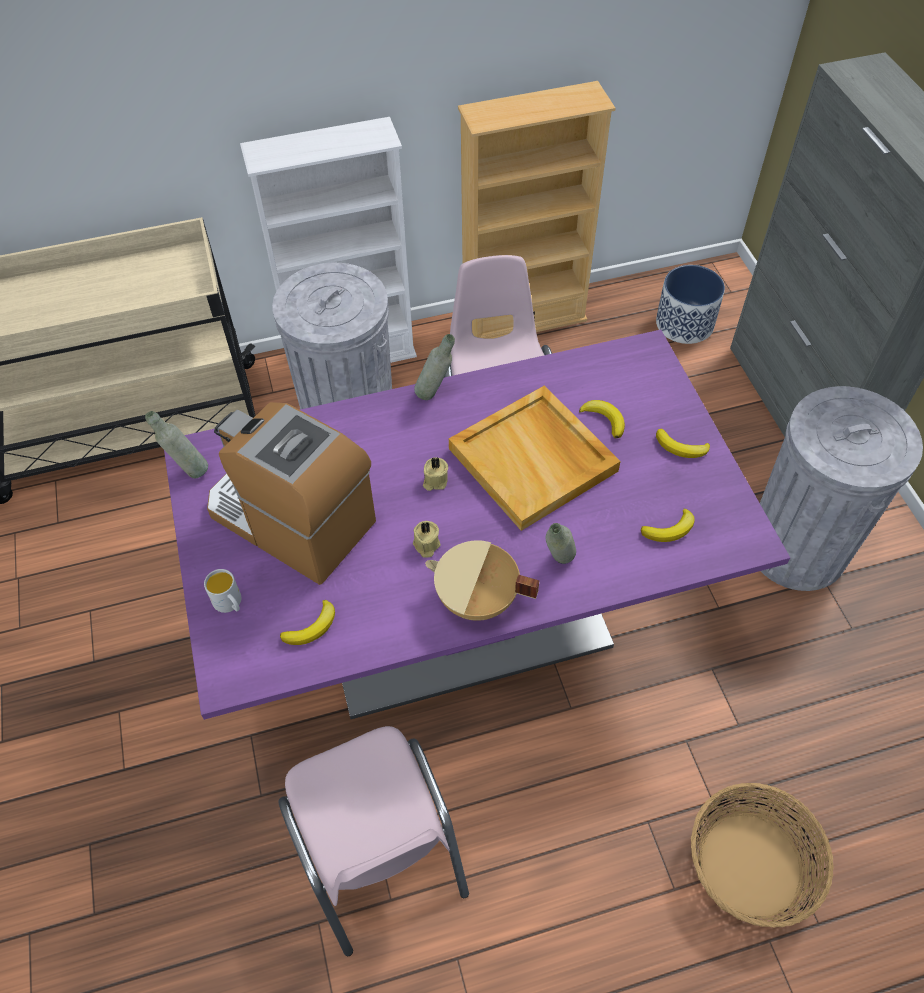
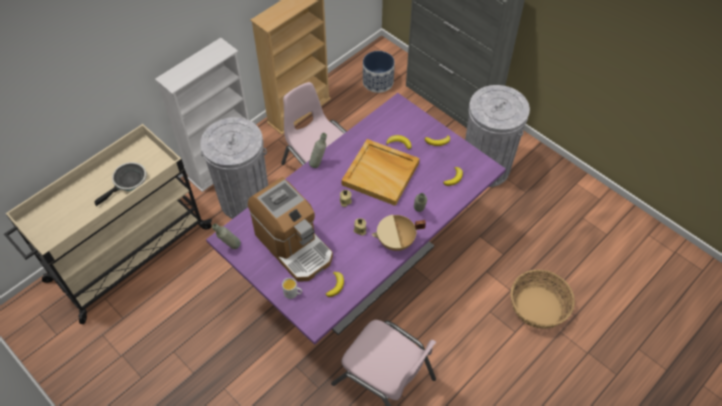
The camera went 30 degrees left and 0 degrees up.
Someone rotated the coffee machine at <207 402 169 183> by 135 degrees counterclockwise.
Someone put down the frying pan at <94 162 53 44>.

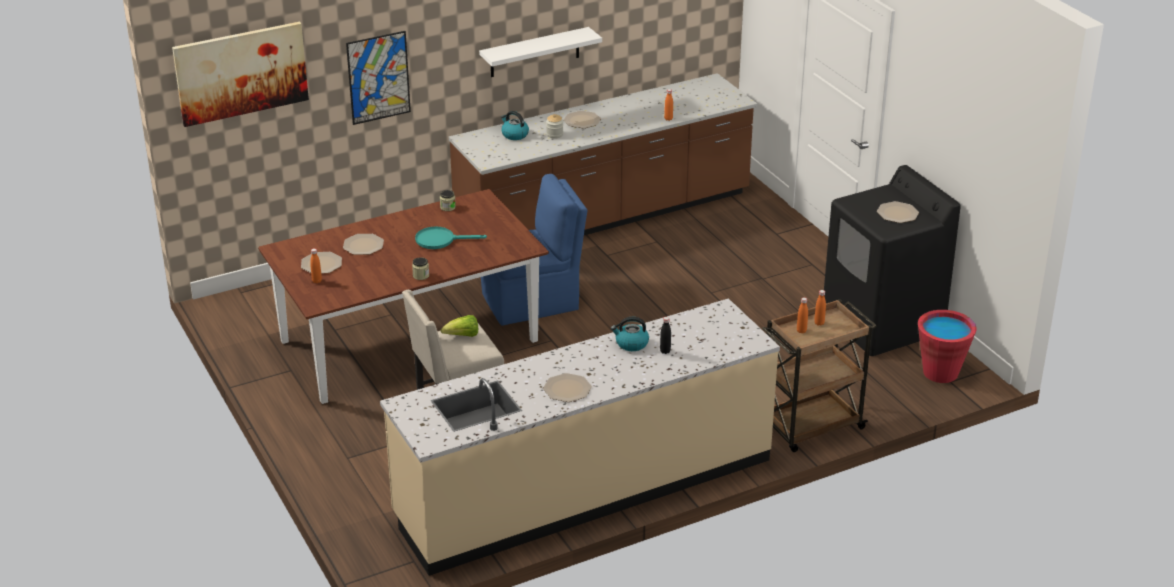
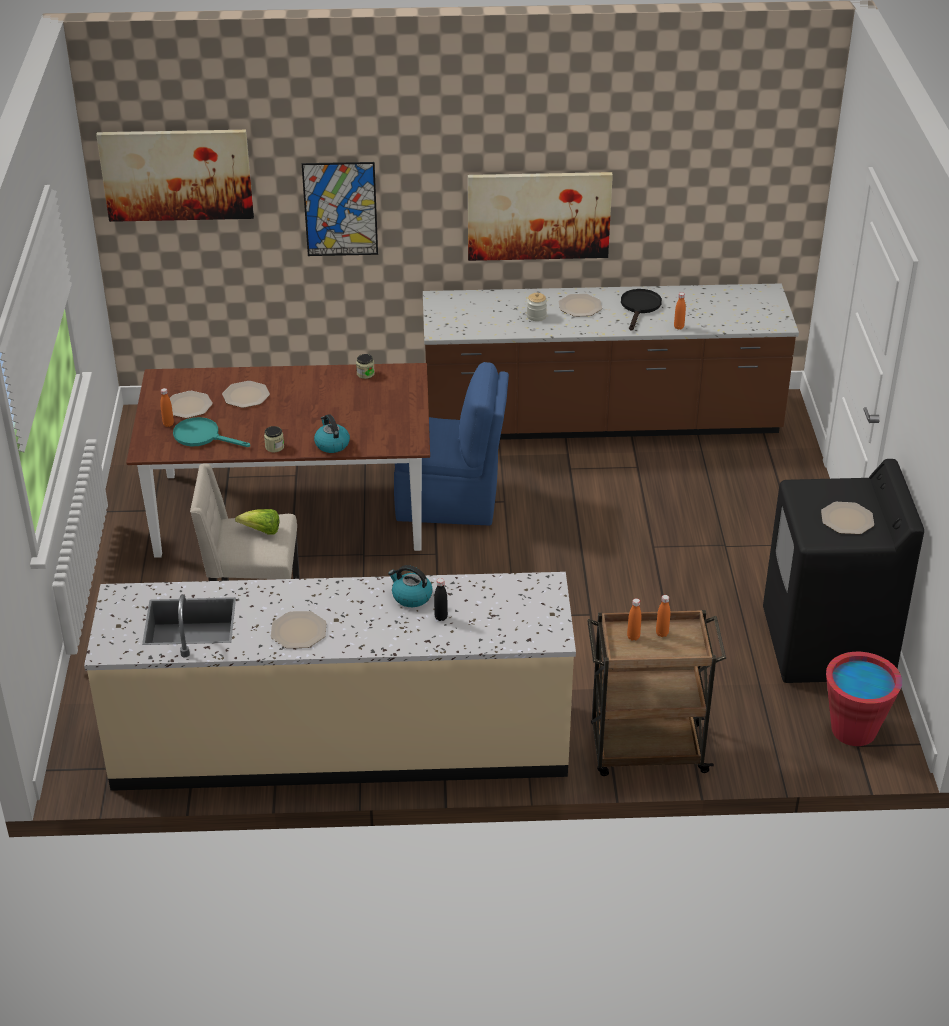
The camera went 25 degrees right and 5 degrees up.
Someone carried the turquoise frying pan from <415 226 72 23> to <173 417 77 30>.
Someone swapped the white shelf at <479 27 123 50> for the picture at <468 172 145 89>.
Someone carried the kettle from <501 111 28 29> to <314 414 36 39>.
Someone put down the black frying pan at <621 289 41 42>.

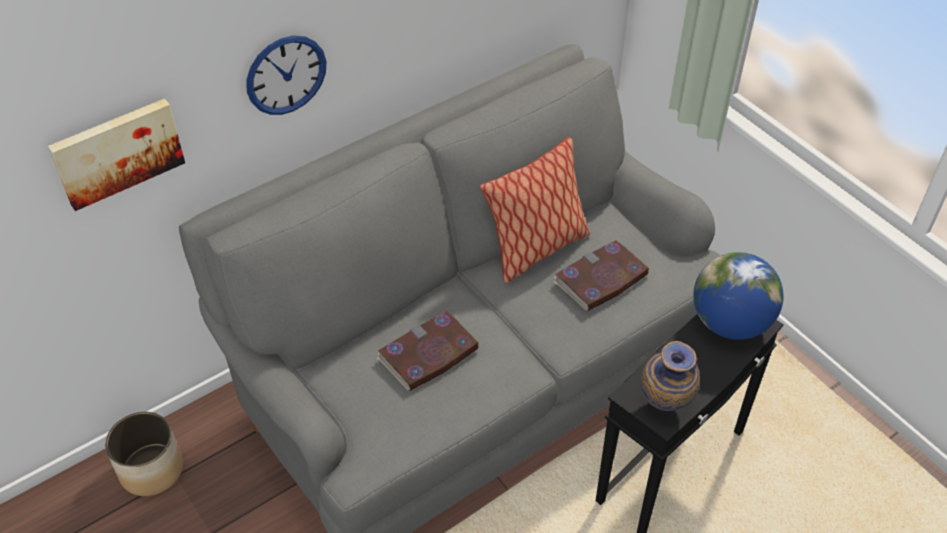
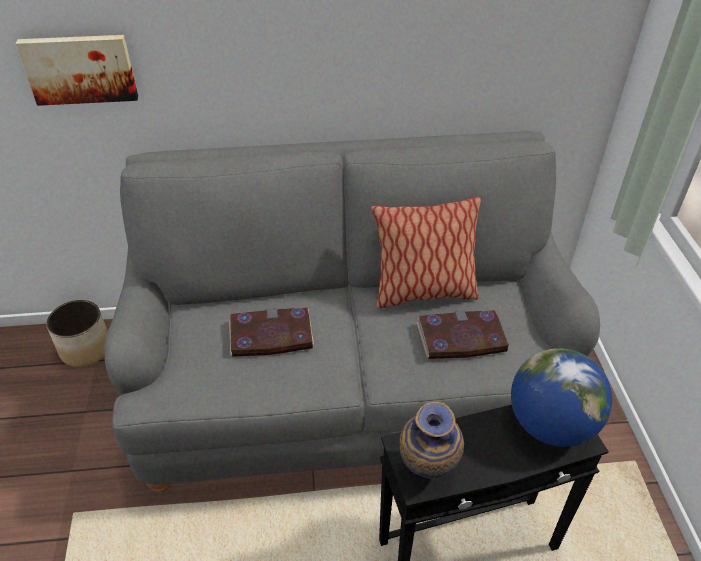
The camera went 30 degrees right and 5 degrees down.
Someone took away the wall clock at <246 36 80 79>.

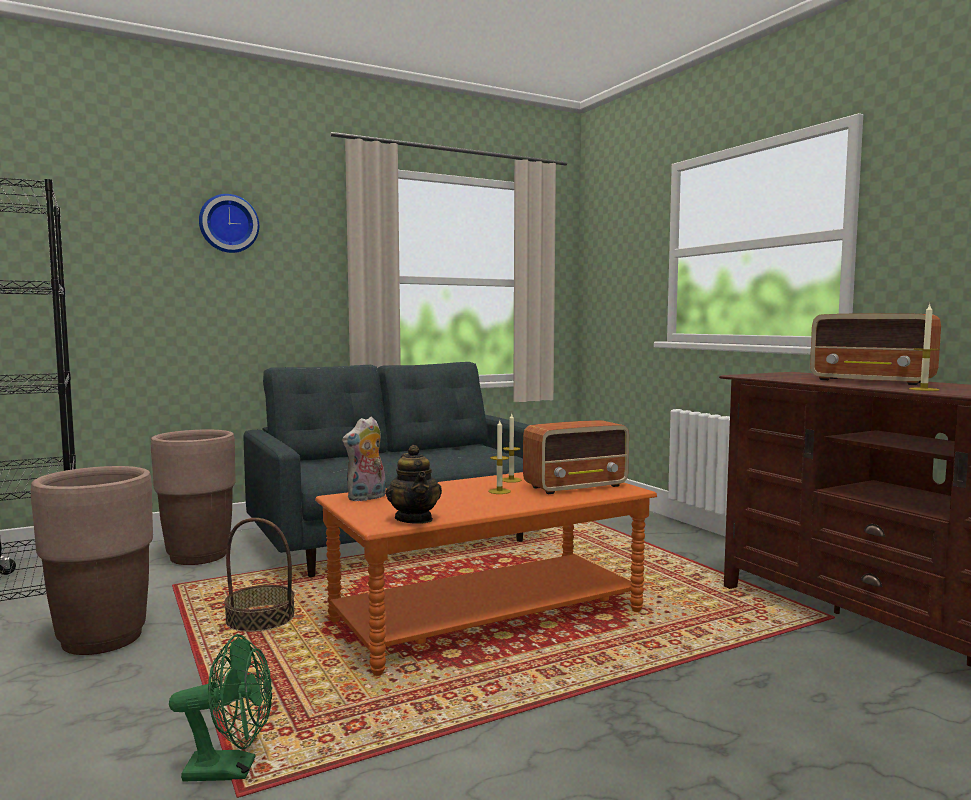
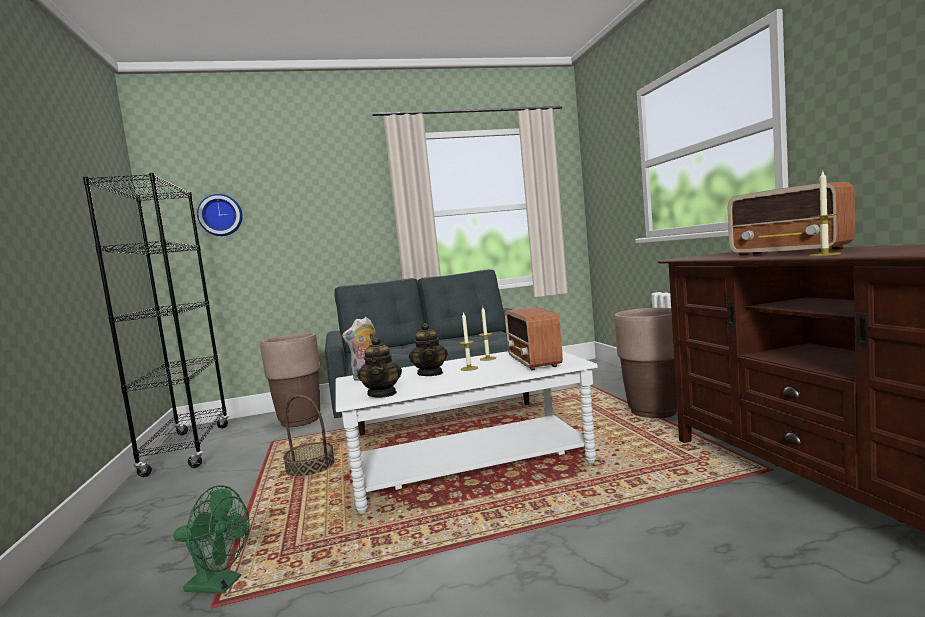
The camera went 15 degrees right and 0 degrees up.
Someone carried the brown planter from <31 466 122 189> to <614 308 63 110>.
Someone carried the wall clock from <199 194 60 59> to <197 194 46 42>.
Someone repainted the orange coffee table at <315 472 342 204>, which became the white coffee table at <335 351 263 163>.
Someone rotated the radio at <523 420 106 74> by 90 degrees clockwise.
Someone put down the teapot at <409 323 39 53>.

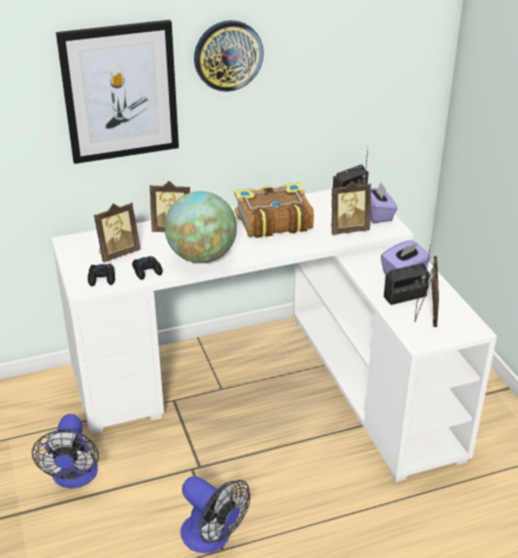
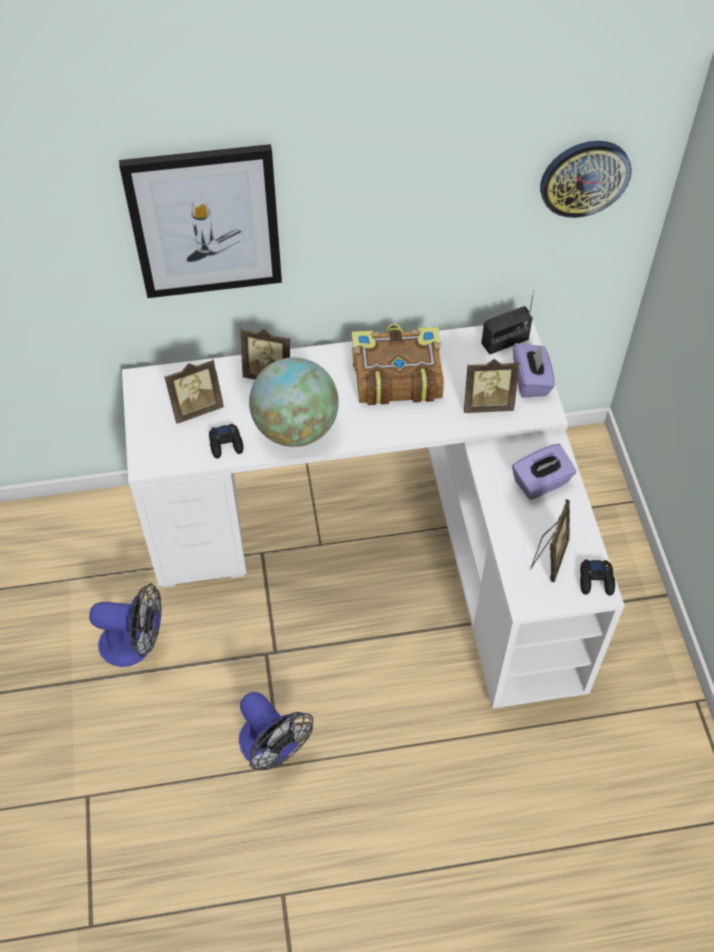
The camera went 10 degrees right and 20 degrees up.
Someone rotated the fan at <32 414 67 75> by 90 degrees counterclockwise.
Someone carried the black game controller from <88 264 27 22> to <580 560 35 36>.
Someone carried the wall clock from <194 20 70 72> to <540 141 92 77>.
Someone took away the radio at <384 244 47 61>.

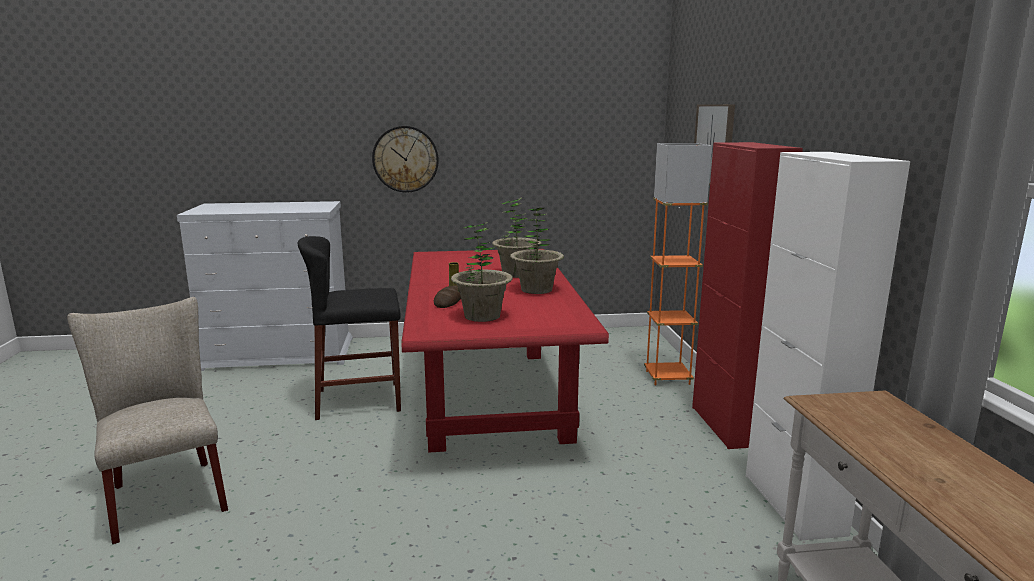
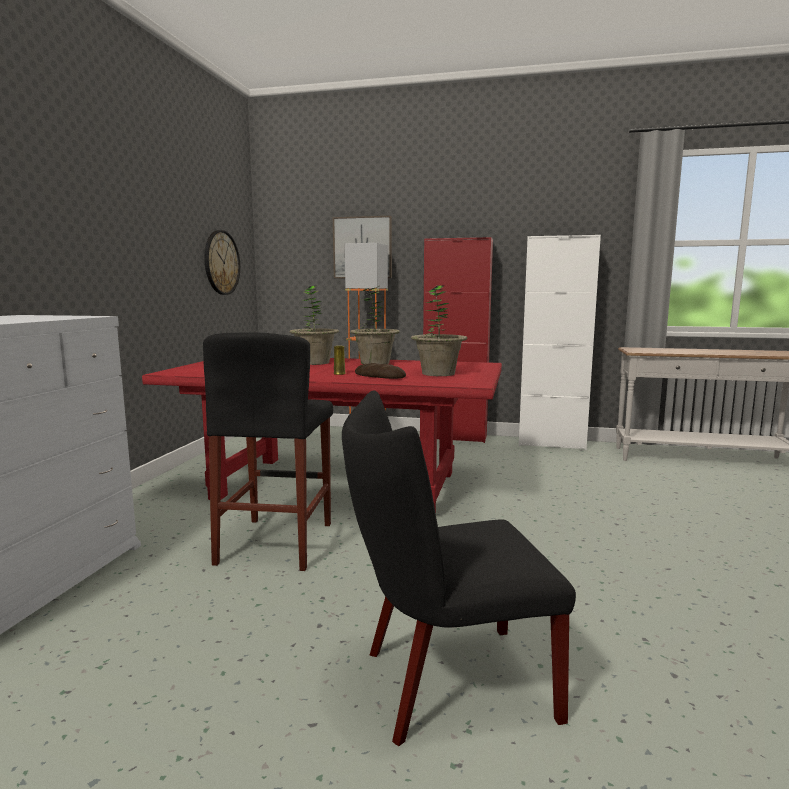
The camera went 70 degrees left and 5 degrees down.
Someone repainted the beige chair at <67 297 161 247>, which became the black chair at <342 390 234 356>.
Someone carried the wall clock from <372 126 67 67> to <204 230 36 65>.

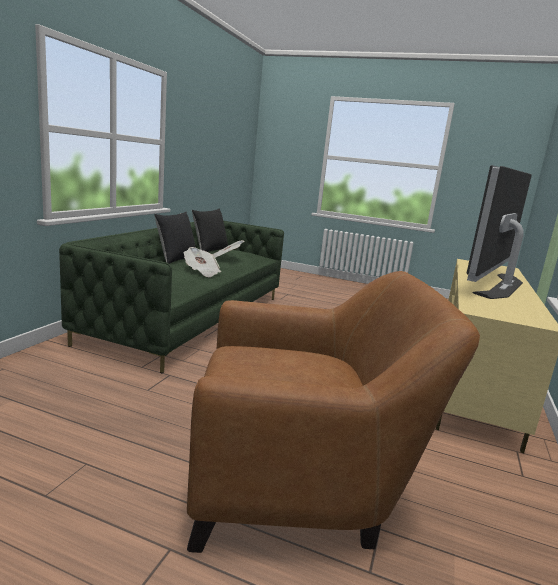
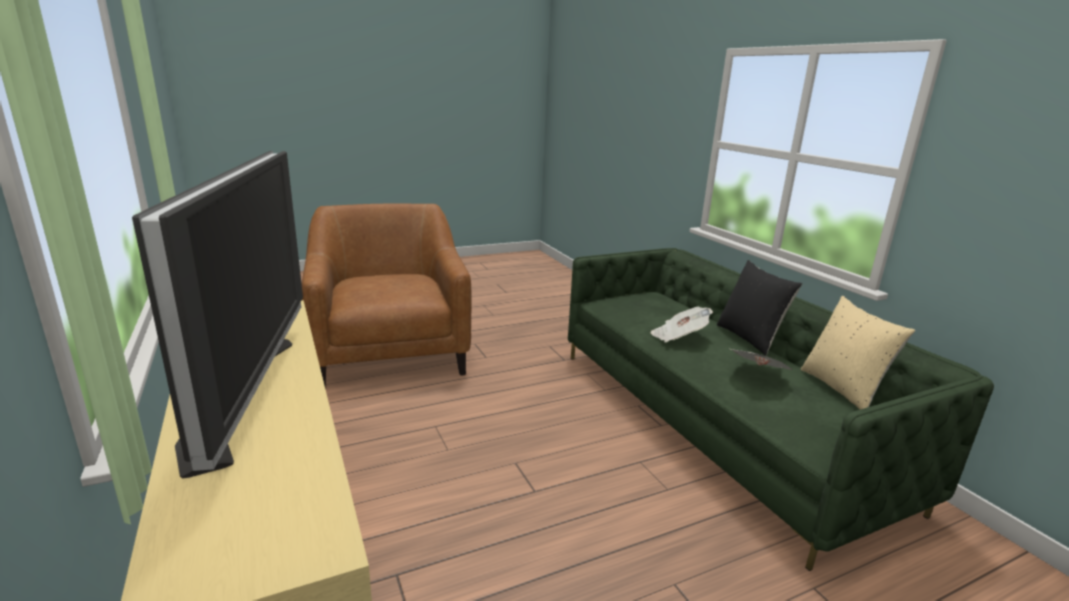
The camera went 135 degrees right and 5 degrees up.
Someone rotated the brown armchair at <187 271 293 282> by 120 degrees clockwise.
Someone repainted the black pillow at <192 209 36 43>, which became the beige pillow at <801 296 114 113>.

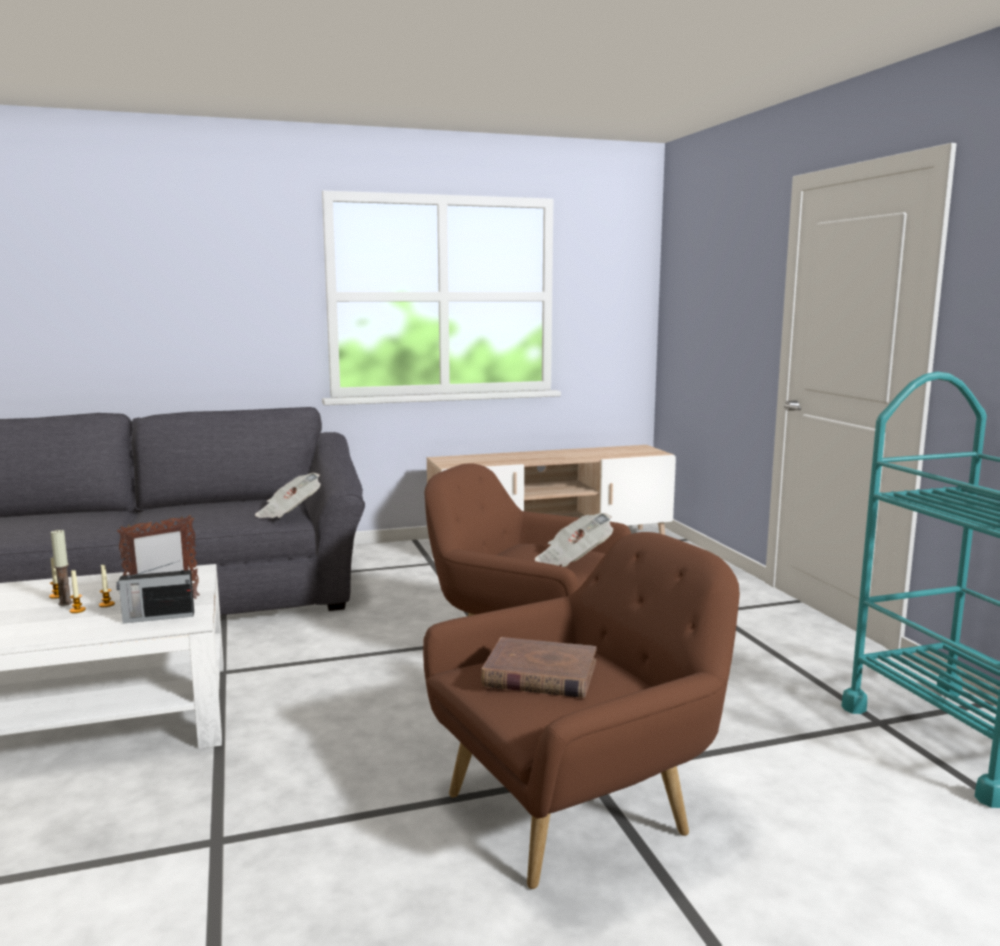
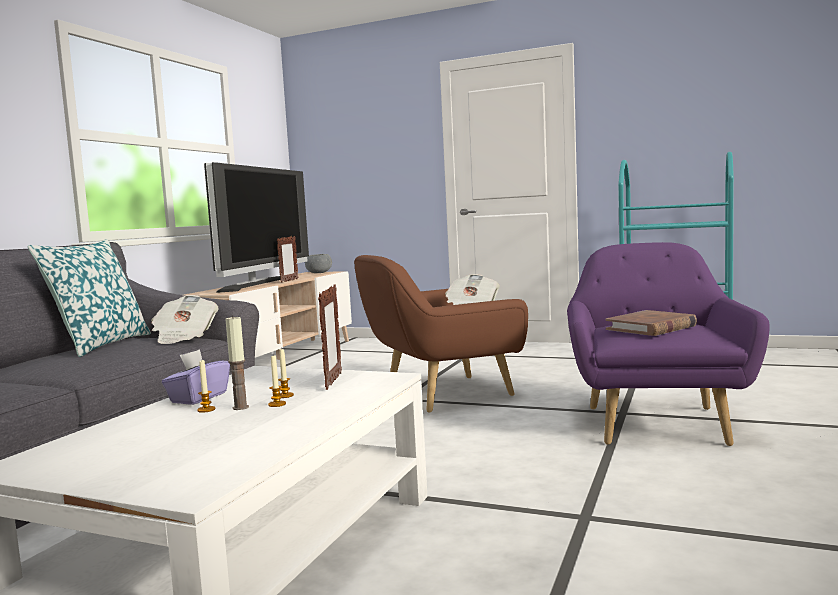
The camera went 50 degrees left and 5 degrees down.
Someone took away the radio at <116 561 78 62>.
Someone repainted the brown armchair at <423 532 317 357>, which became the purple armchair at <567 242 203 204>.
Someone put down the pillow at <28 239 123 118>.
Someone put down the purple tissue box at <162 349 68 56>.
Someone put down the television at <204 162 105 130>.
Someone put down the picture frame at <277 236 21 47>.
Someone put down the grey bowl at <305 254 27 19>.

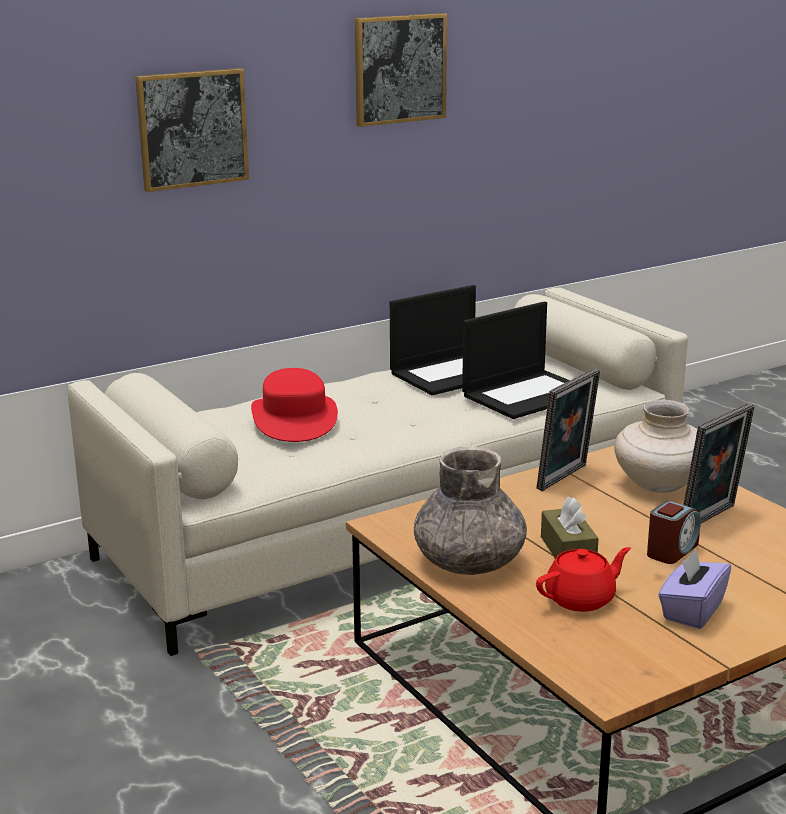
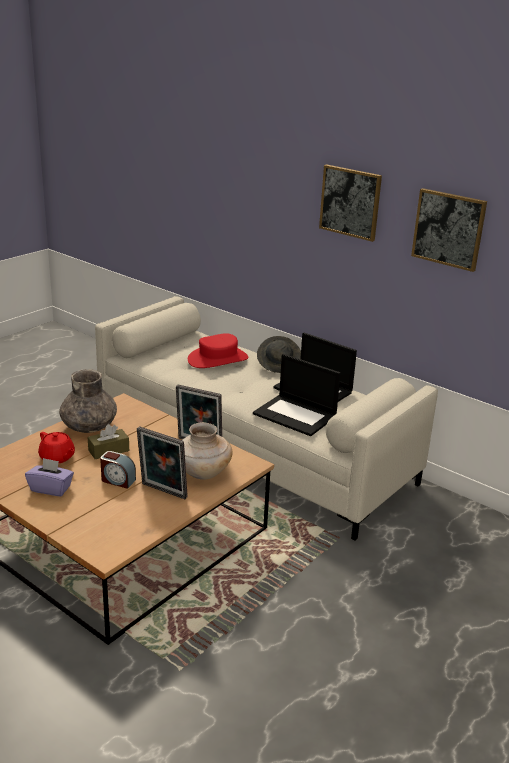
The camera went 70 degrees right and 5 degrees up.
Someone carried the picture from <135 68 114 124> to <411 188 76 84>.
Someone put down the grey hat at <257 336 44 37>.

